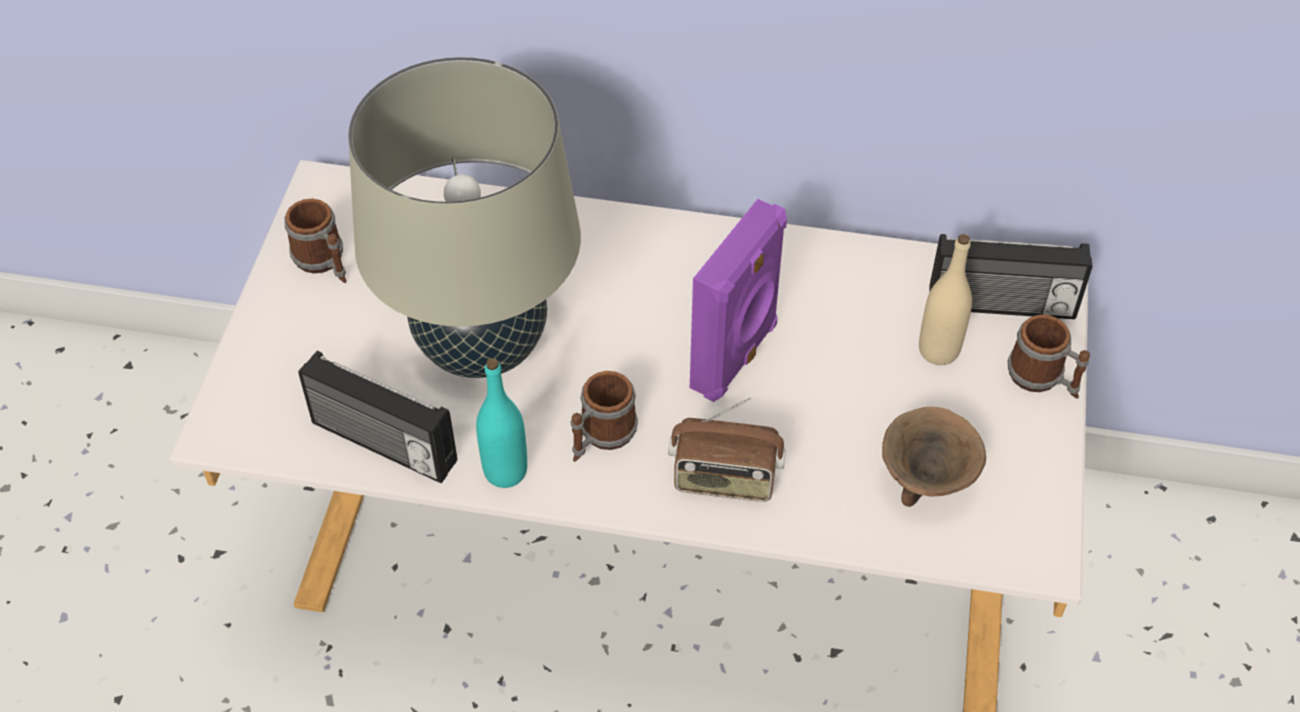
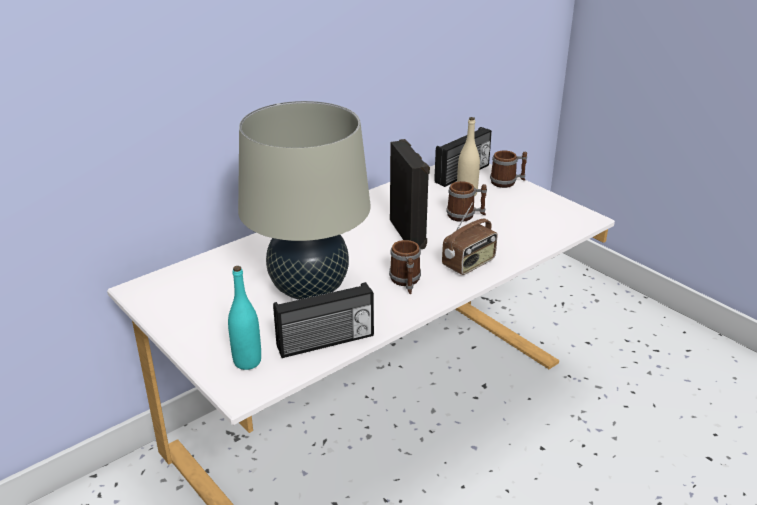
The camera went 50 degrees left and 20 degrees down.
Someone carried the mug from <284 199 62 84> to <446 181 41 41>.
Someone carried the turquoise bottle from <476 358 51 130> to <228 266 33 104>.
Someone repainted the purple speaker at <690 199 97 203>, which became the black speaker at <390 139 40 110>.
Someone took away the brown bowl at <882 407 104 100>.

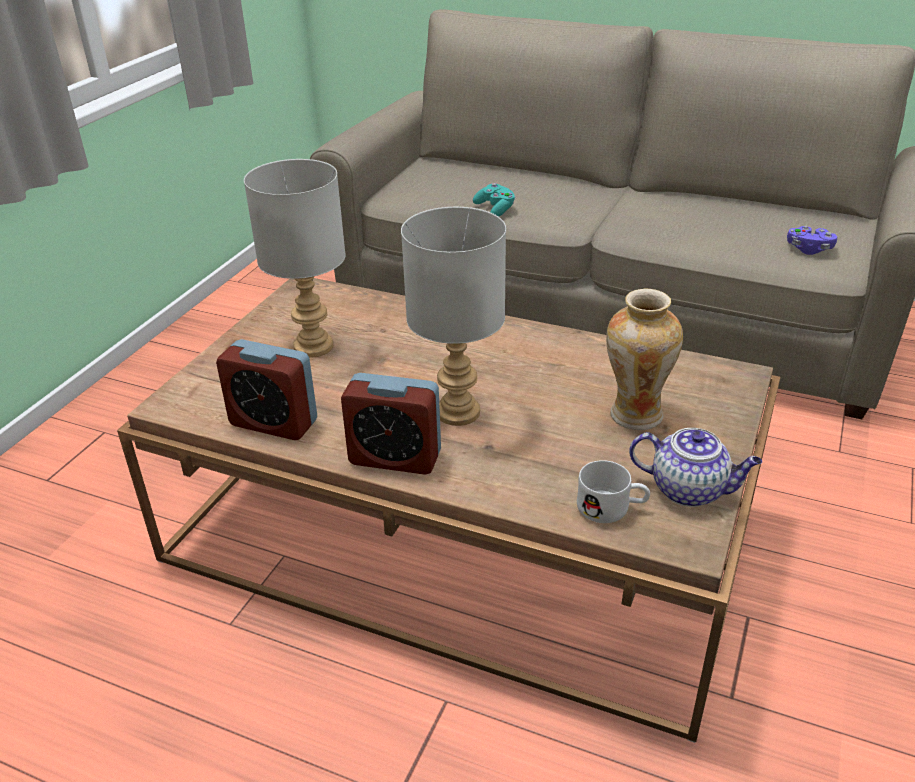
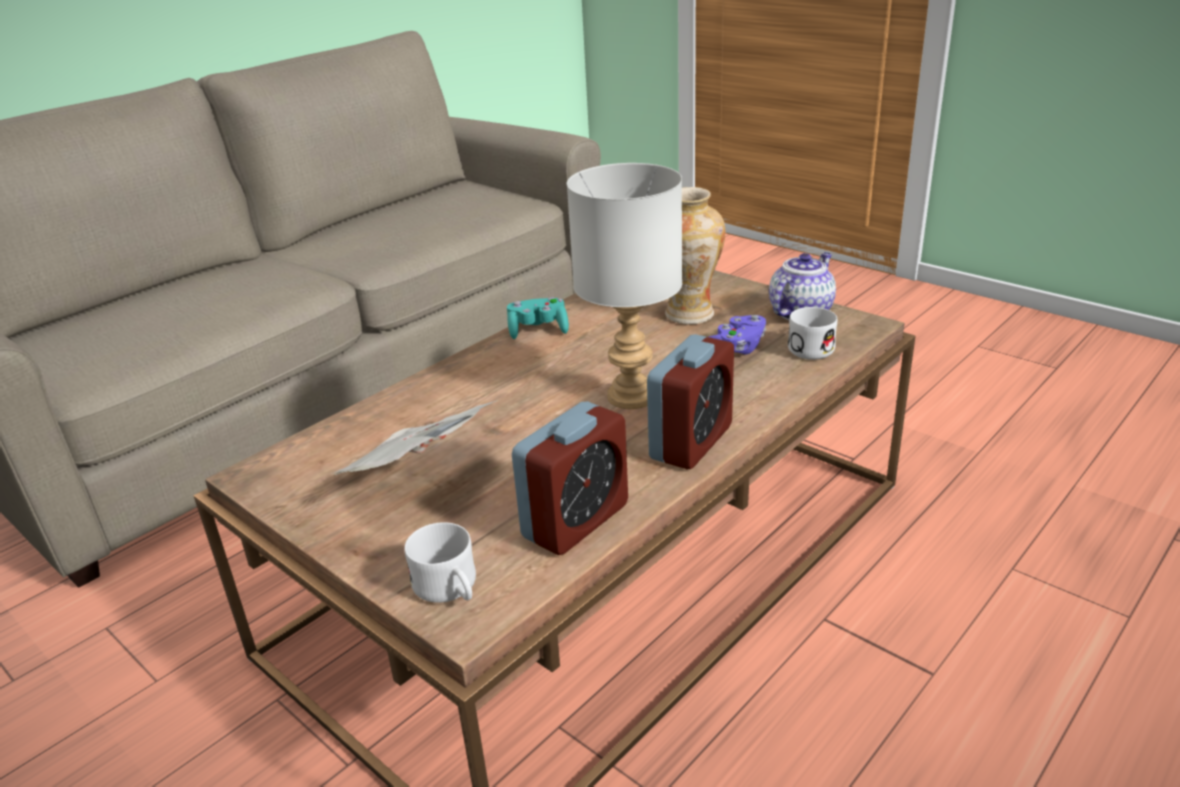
The camera went 70 degrees left and 5 degrees down.
Someone swapped the grey table lamp at <244 159 102 198> for the newspaper at <332 400 166 75>.
Someone carried the turquoise game controller from <473 183 43 34> to <507 297 62 42>.
Someone carried the purple game controller from <787 226 50 29> to <709 315 58 40>.
Someone put down the white mug at <405 522 71 81>.

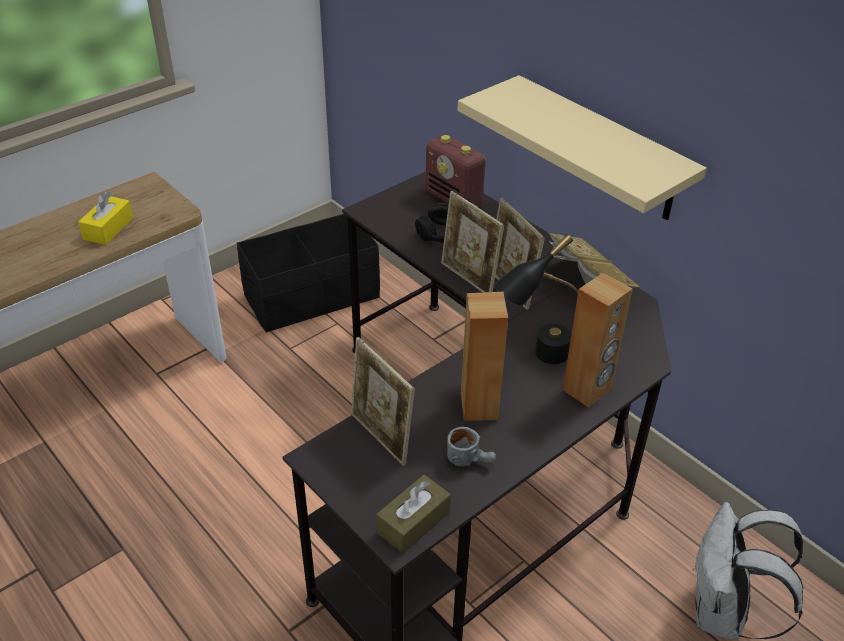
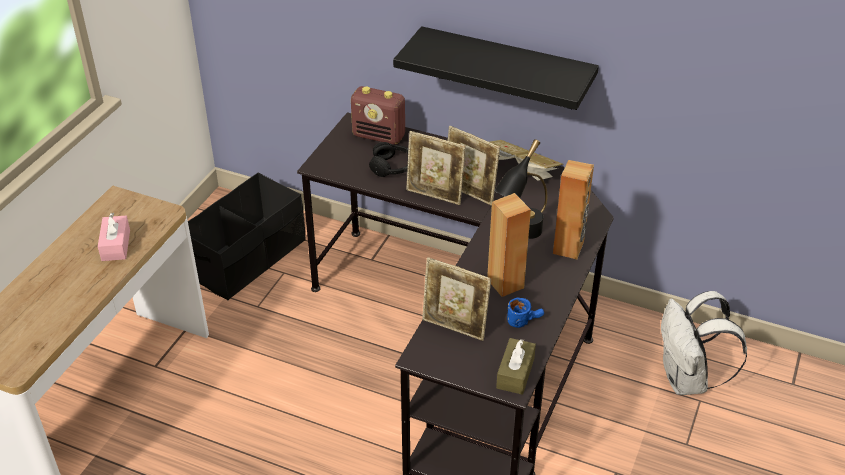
The camera went 25 degrees left and 0 degrees up.
Someone repainted the yellow tissue box at <78 191 55 54>, which became the pink tissue box at <98 213 32 48>.
Someone repainted the grey mug at <447 427 49 40>, which became the blue mug at <507 297 37 31>.
Someone repainted the beige shelf at <458 75 249 145>, which became the black shelf at <393 26 206 84>.

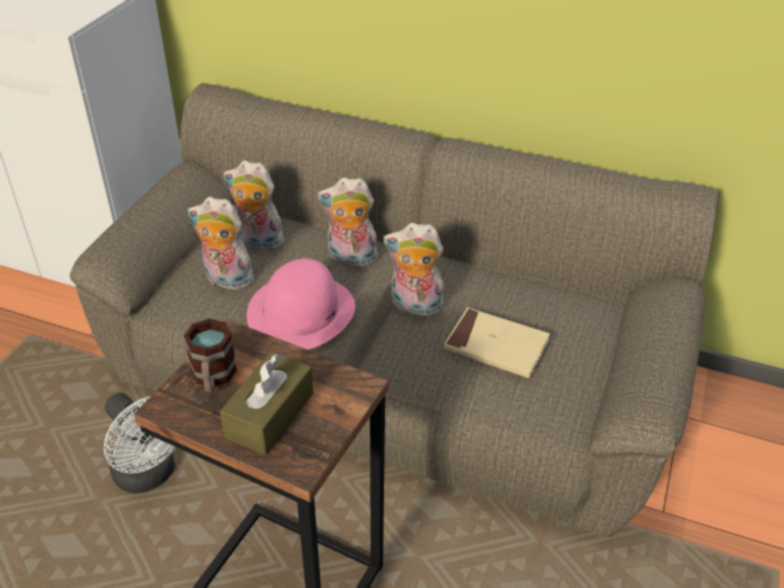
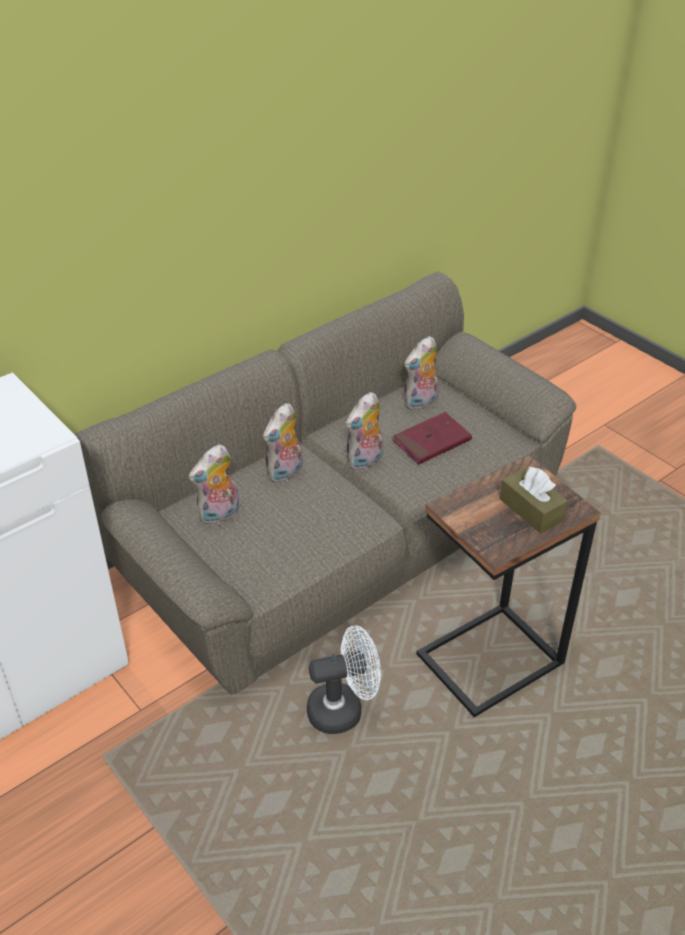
The camera went 60 degrees left and 0 degrees up.
Someone took away the mug at <184 319 53 74>.
Someone carried the plush toy from <188 197 70 96> to <404 336 35 75>.
Someone took away the pink hat at <247 258 108 92>.
Someone repainted the beige book at <444 308 106 70>, which became the red book at <393 412 79 53>.

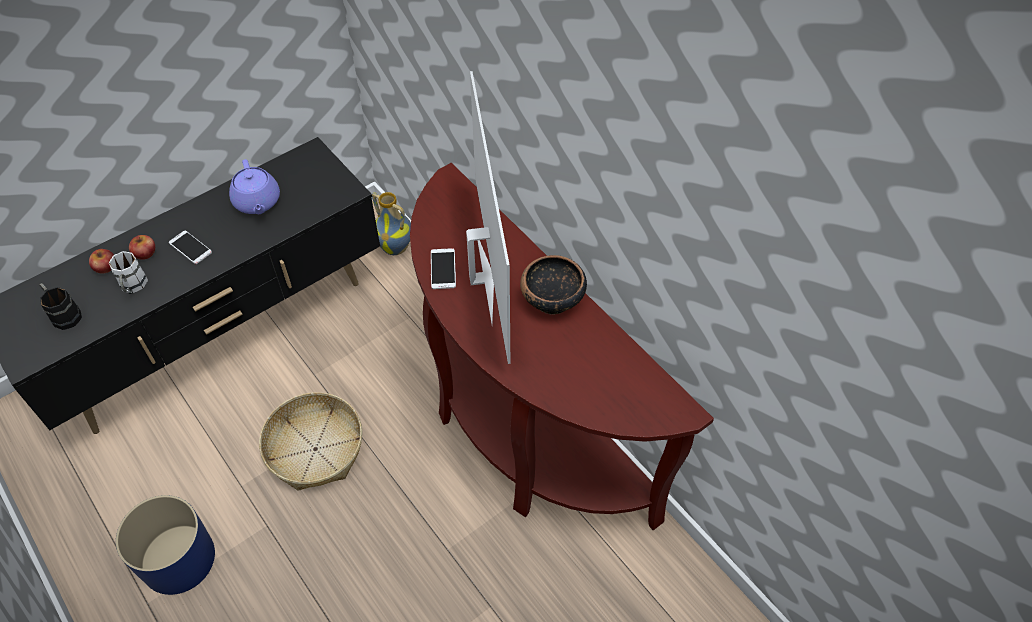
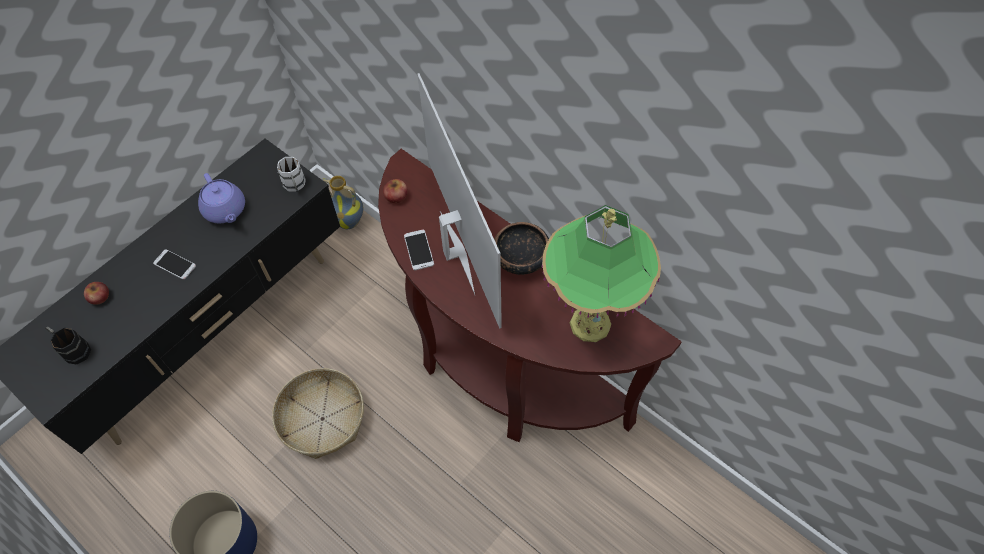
The camera went 10 degrees left and 5 degrees up.
Someone carried the white mug from <109 251 39 43> to <277 157 29 35>.
Someone carried the apple from <129 235 26 25> to <383 179 25 24>.
Someone put down the table lamp at <542 205 119 137>.

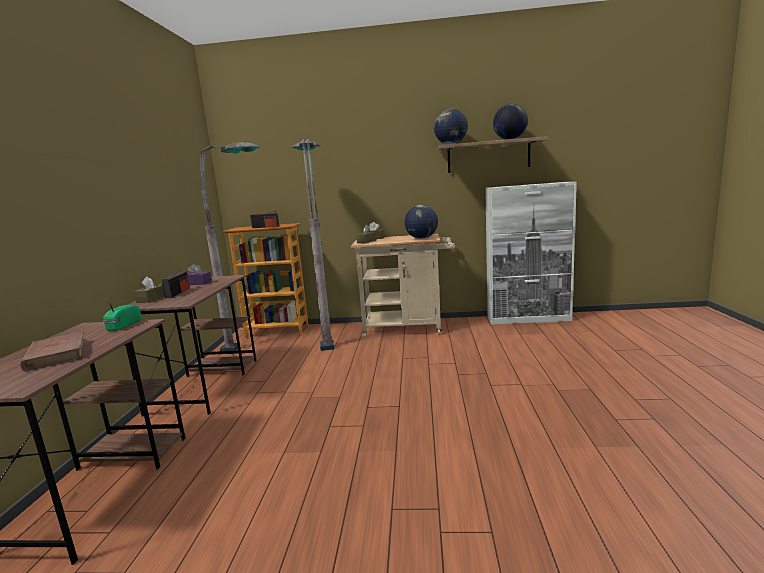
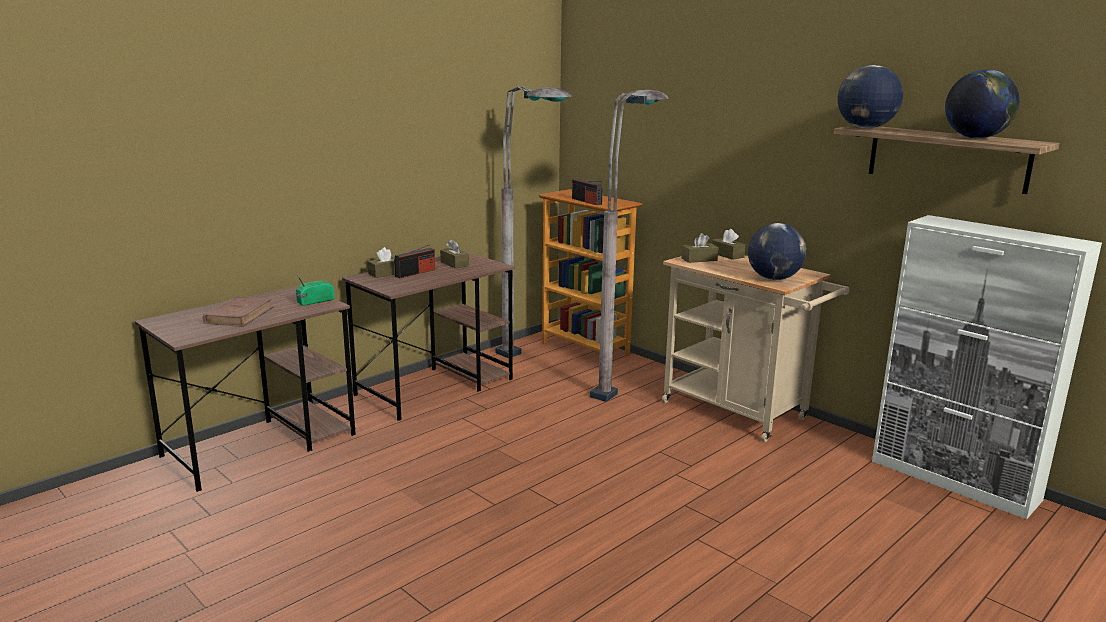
The camera went 40 degrees right and 5 degrees up.
Someone repainted the purple tissue box at <187 264 25 21>, which became the brown tissue box at <440 239 29 30>.

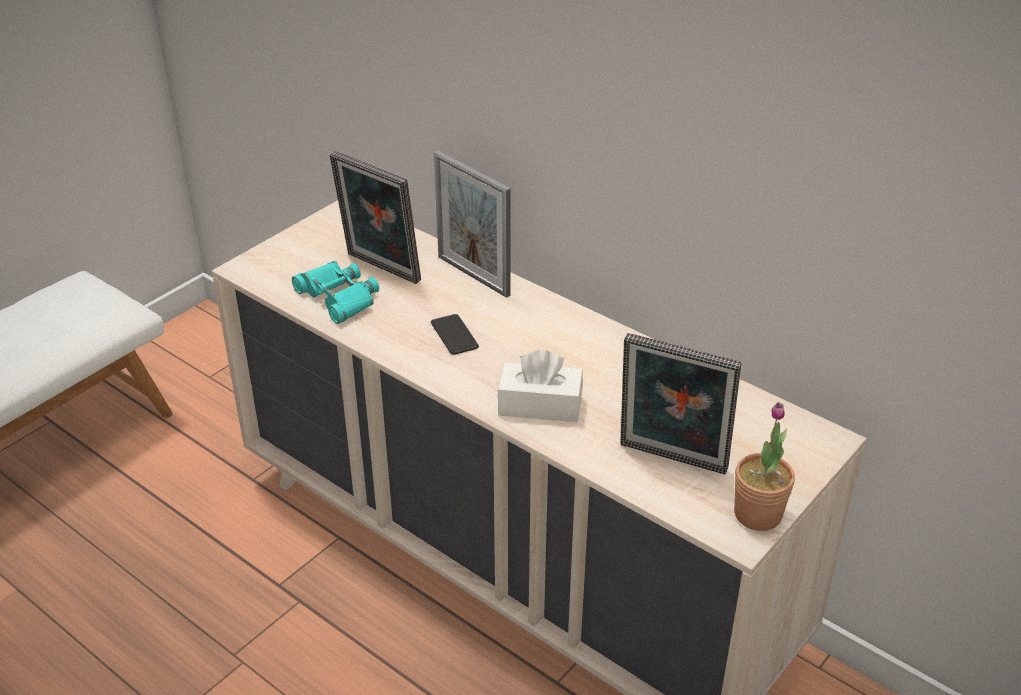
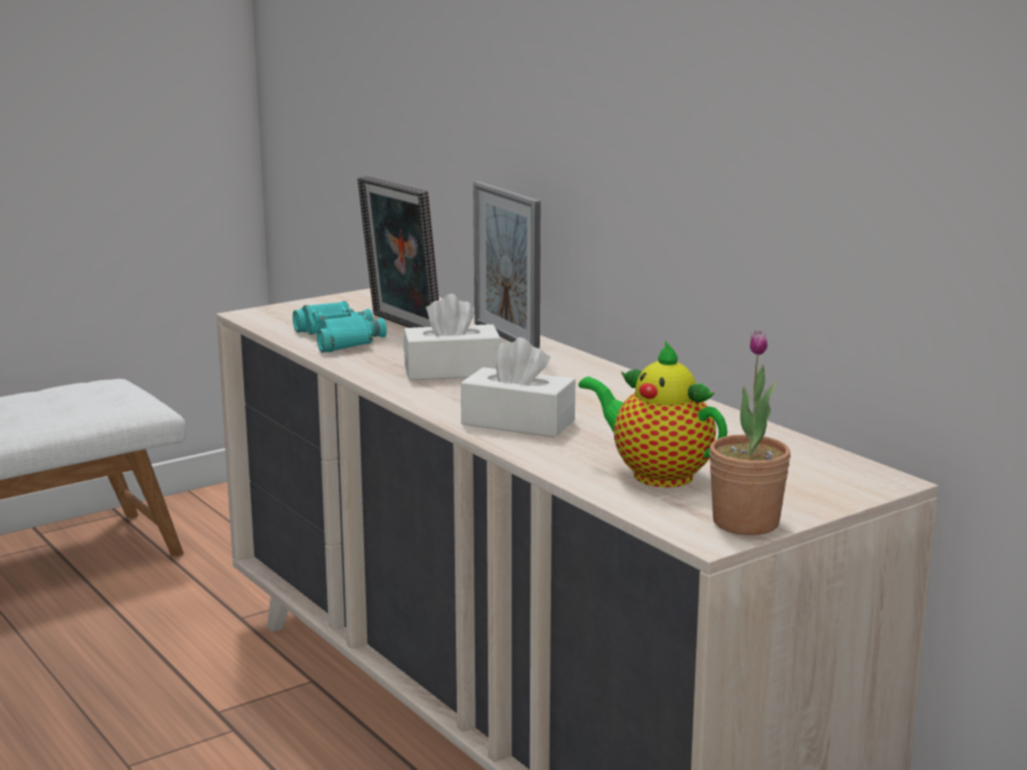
The camera went 15 degrees right and 20 degrees down.
Someone swapped the phone at <430 314 49 41> for the white tissue box at <403 294 98 86>.
Someone swapped the picture frame at <620 333 121 141> for the teapot at <578 341 150 146>.

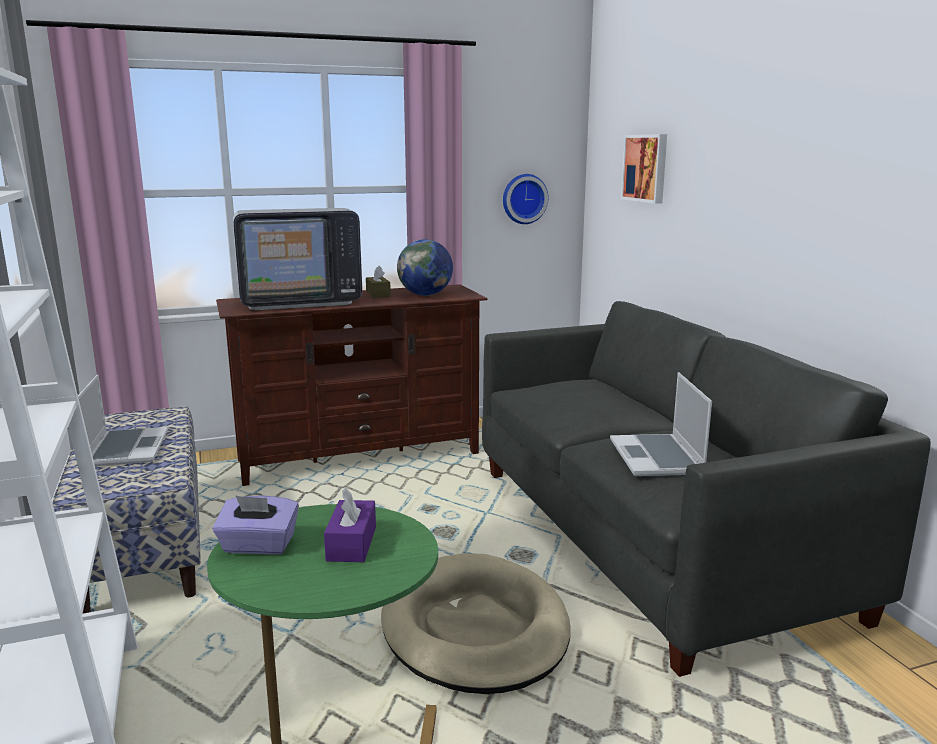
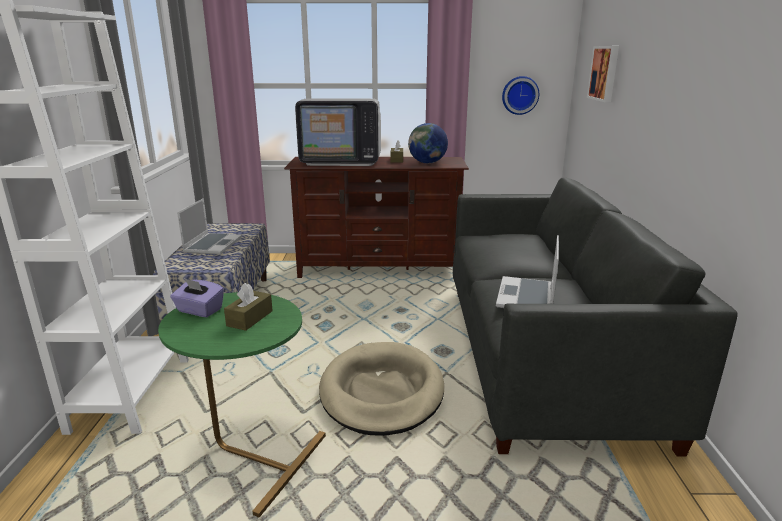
The camera went 20 degrees right and 5 degrees up.
Someone repainted the purple tissue box at <324 488 52 74>, which became the brown tissue box at <224 283 49 48>.

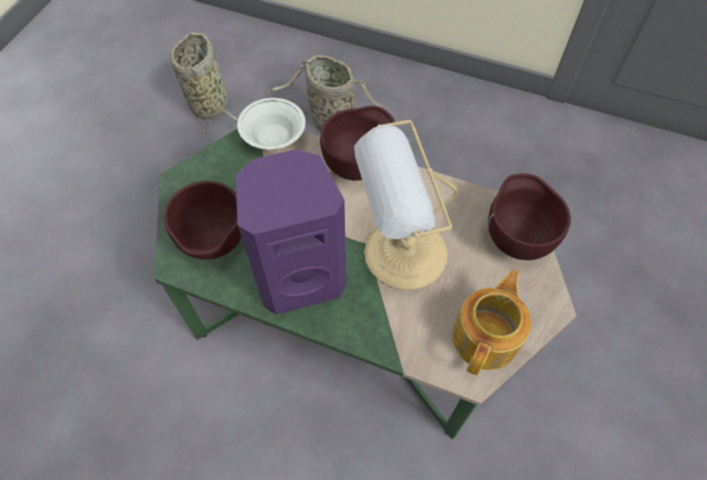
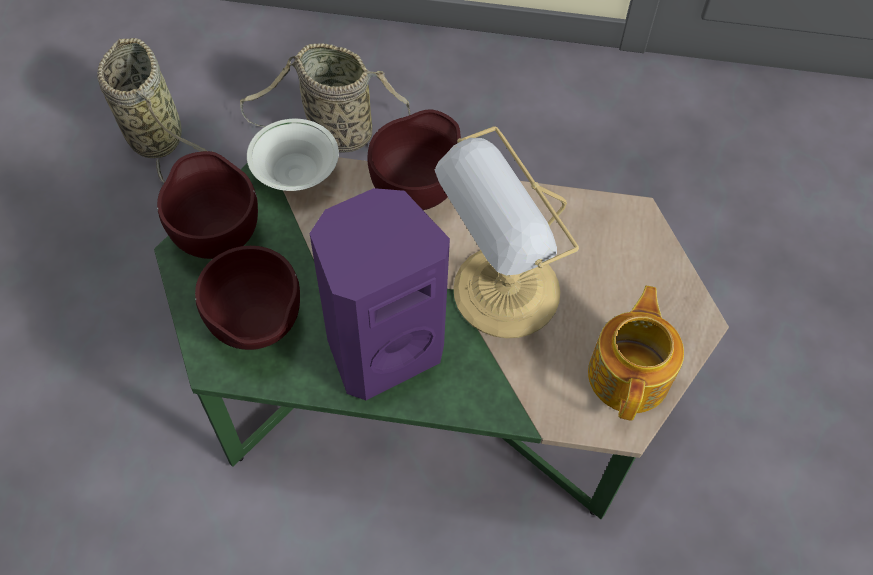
The camera went 15 degrees left and 0 degrees up.
Someone carried the brown bowl from <488 174 83 86> to <157 151 101 108>.

